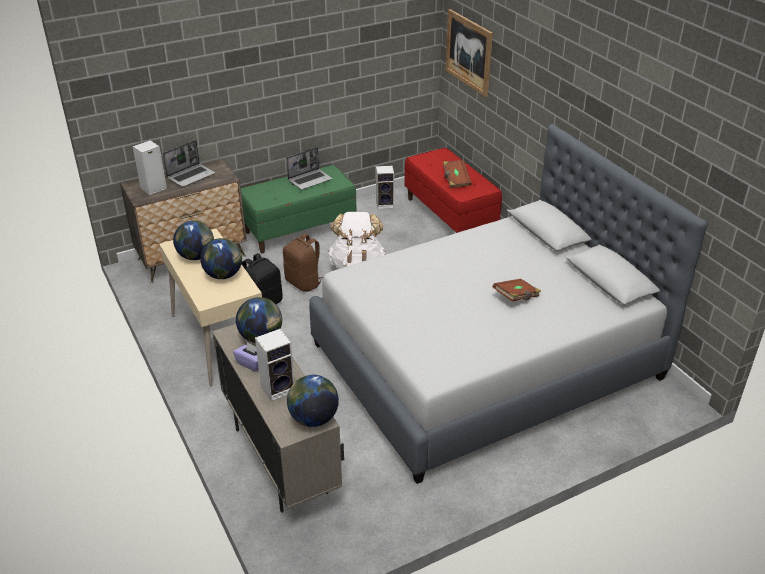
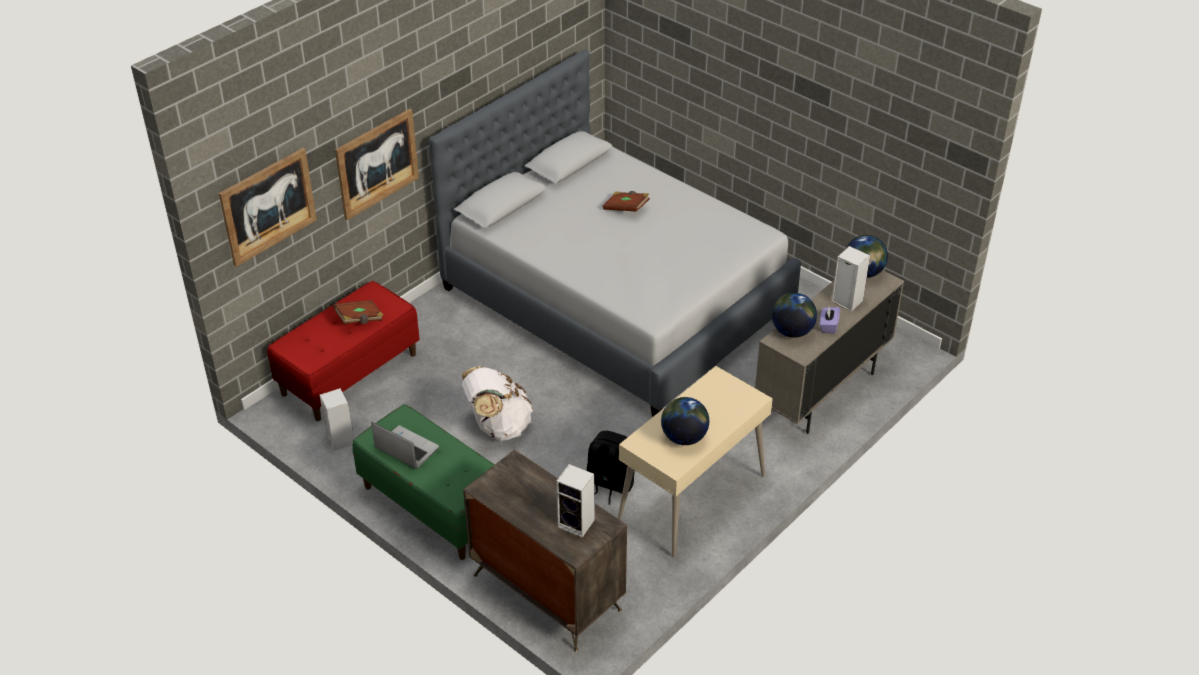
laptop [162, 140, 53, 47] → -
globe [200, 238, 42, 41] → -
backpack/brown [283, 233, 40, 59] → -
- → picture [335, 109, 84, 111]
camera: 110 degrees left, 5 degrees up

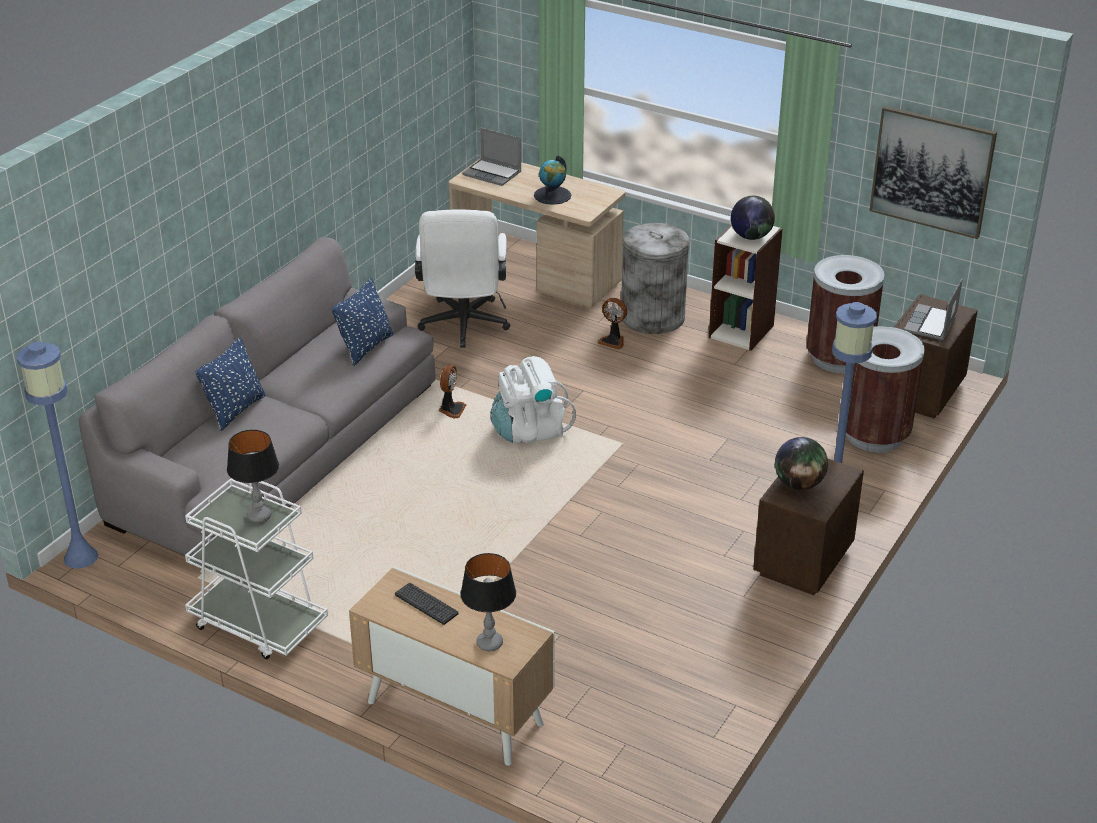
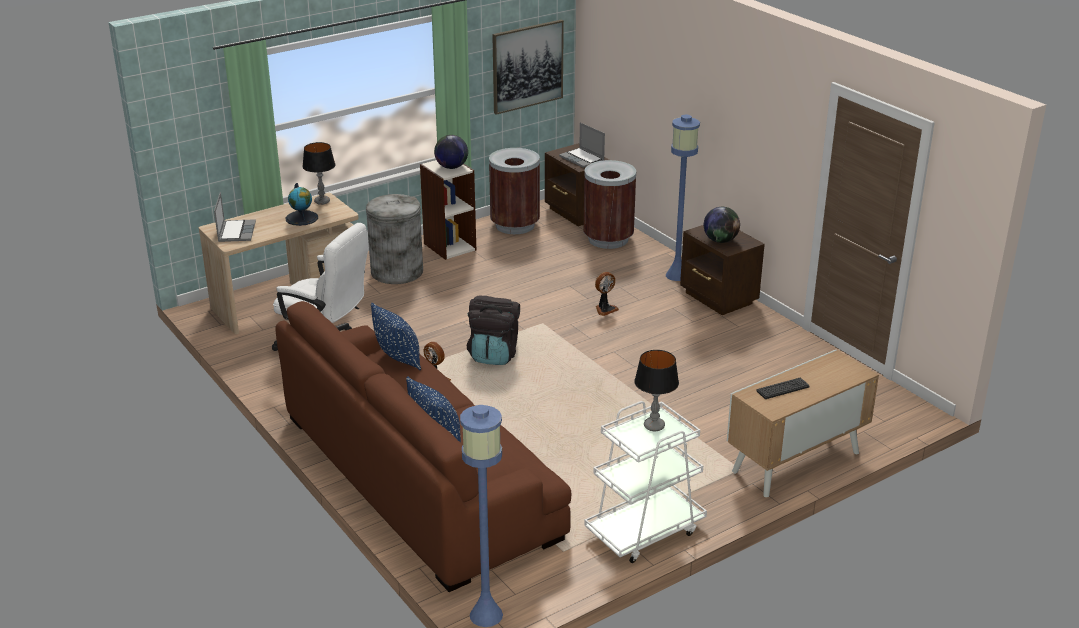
table lamp [460, 553, 56, 98] → table lamp [302, 142, 33, 63], move
fan [597, 298, 30, 52] → fan [595, 272, 24, 44], move
sofa/grey [79, 237, 356, 319] → sofa/brown [275, 301, 296, 291]
backpack/white [490, 356, 86, 88] → backpack/black [467, 295, 53, 70]
laptop [463, 127, 59, 59] → laptop [214, 192, 42, 50], 60 degrees counterclockwise
camera: 65 degrees left, 5 degrees down

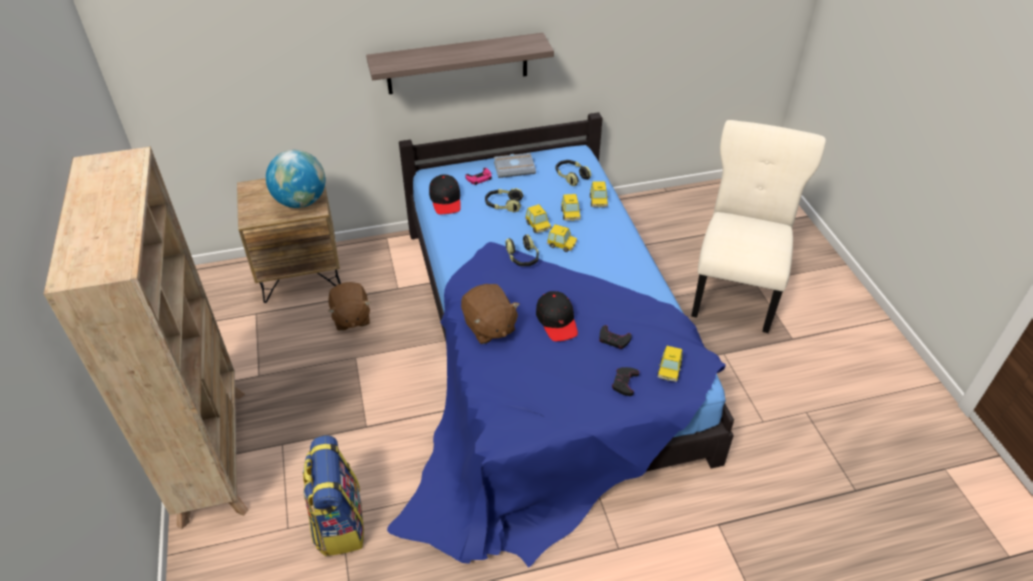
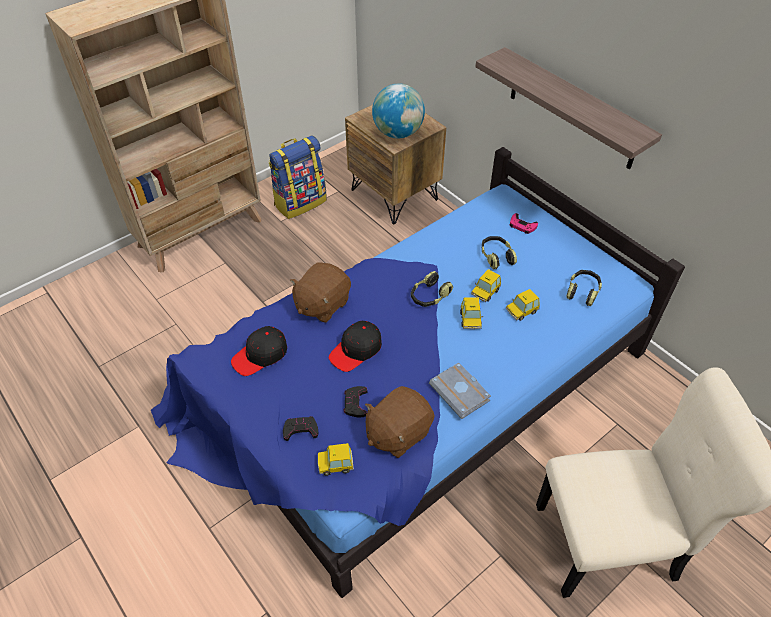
toy car [590, 181, 19, 26] → -
backpack [303, 435, 61, 121] → backpack [269, 135, 58, 84], move
plush toy/brown [328, 282, 43, 49] → plush toy/brown [365, 386, 70, 72], move
cap/black [429, 174, 32, 40] → cap/black [231, 326, 56, 50], move
book/grey [494, 153, 42, 25] → book/grey [429, 362, 62, 57], move
camera: 65 degrees right, 5 degrees up

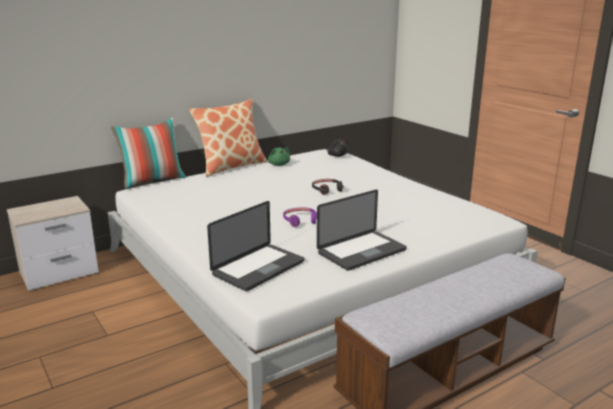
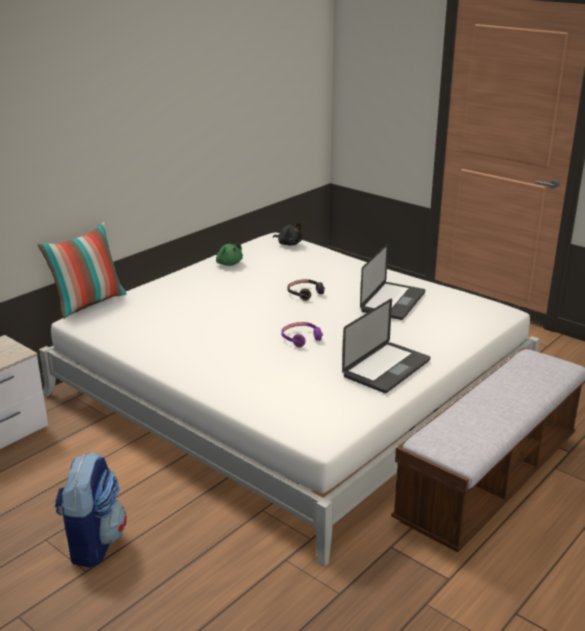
pillow [189, 99, 78, 78] → -
- → backpack [55, 452, 72, 116]
laptop [207, 201, 97, 90] → laptop [360, 243, 65, 77], move
camera: 15 degrees left, 5 degrees up

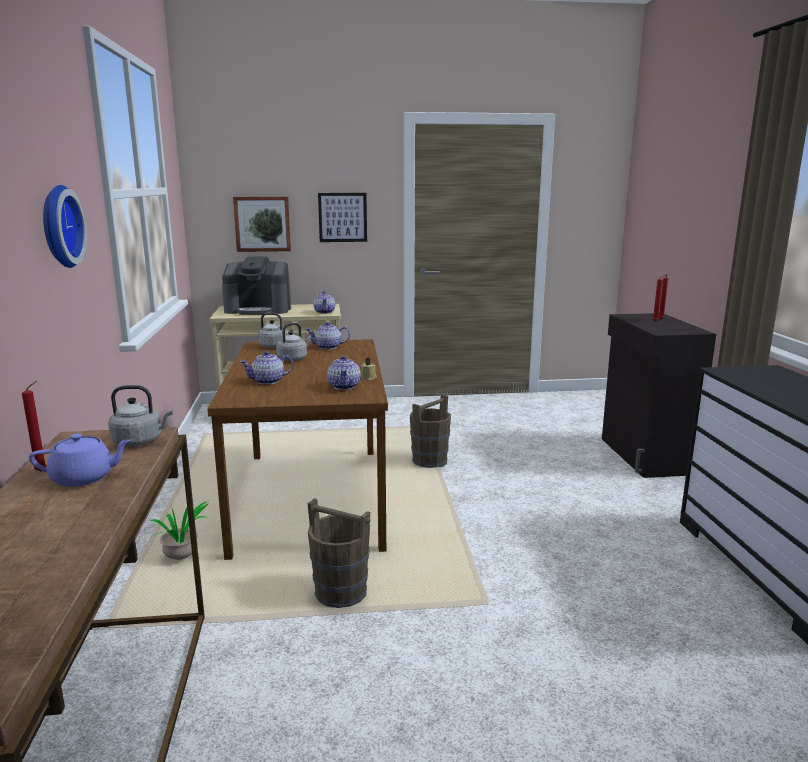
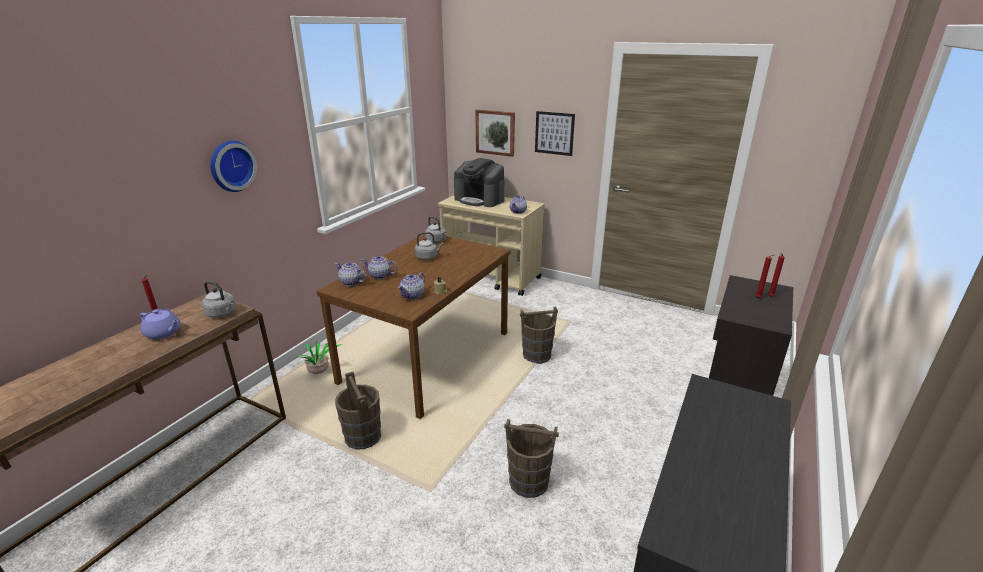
- → bucket/brown [504, 419, 55, 79]
teapot [306, 322, 44, 28] → teapot [335, 262, 31, 24], move
camera: 35 degrees right, 10 degrees up

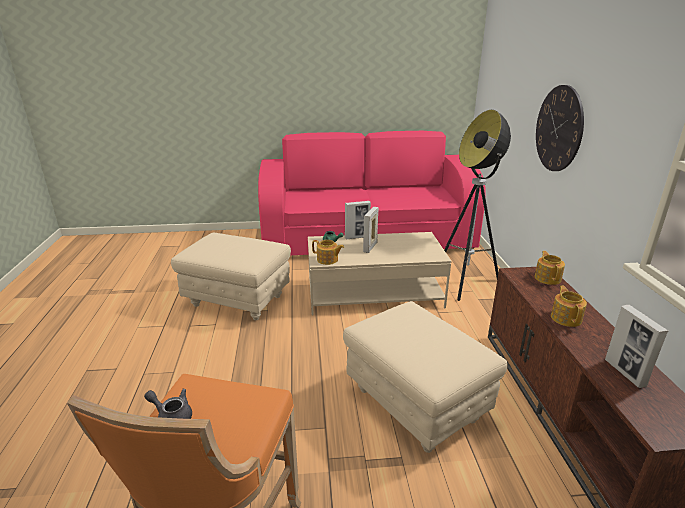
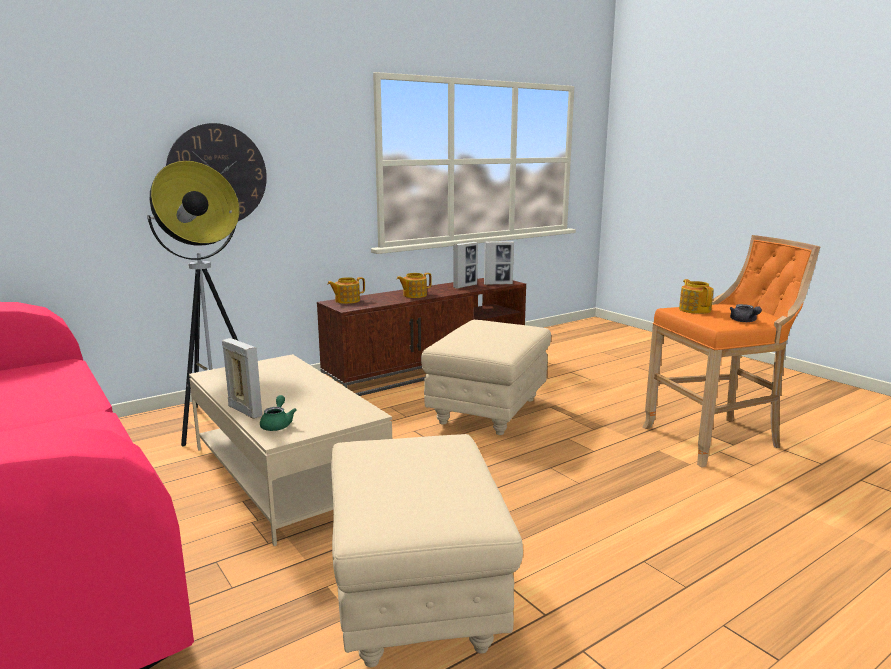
teapot [312, 240, 32, 25] → teapot [679, 279, 35, 35], move
picture frame [363, 207, 16, 46] → picture frame [484, 241, 30, 44], move
camera: 120 degrees left, 10 degrees down

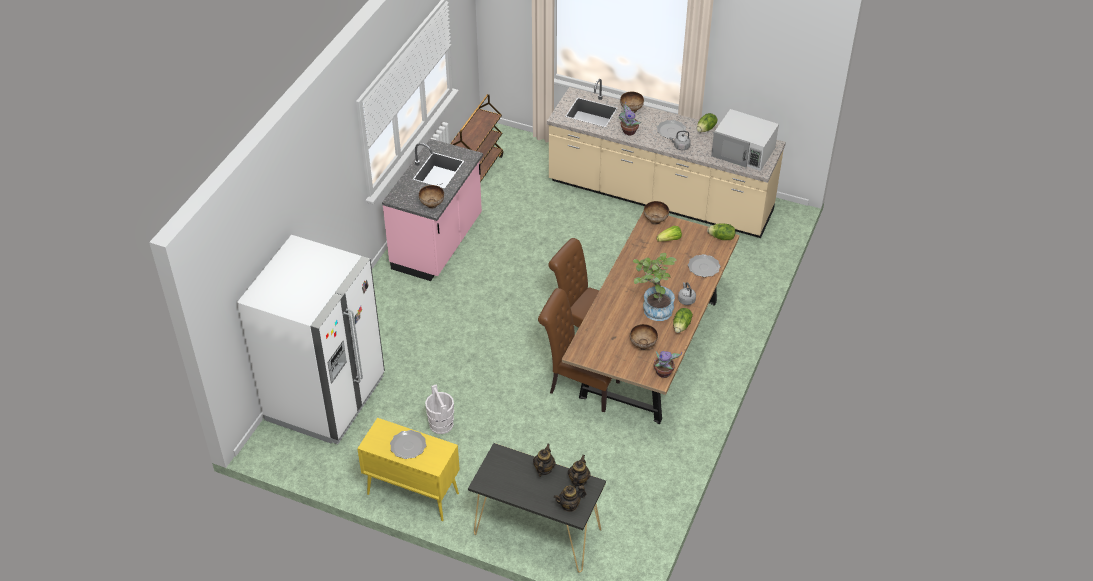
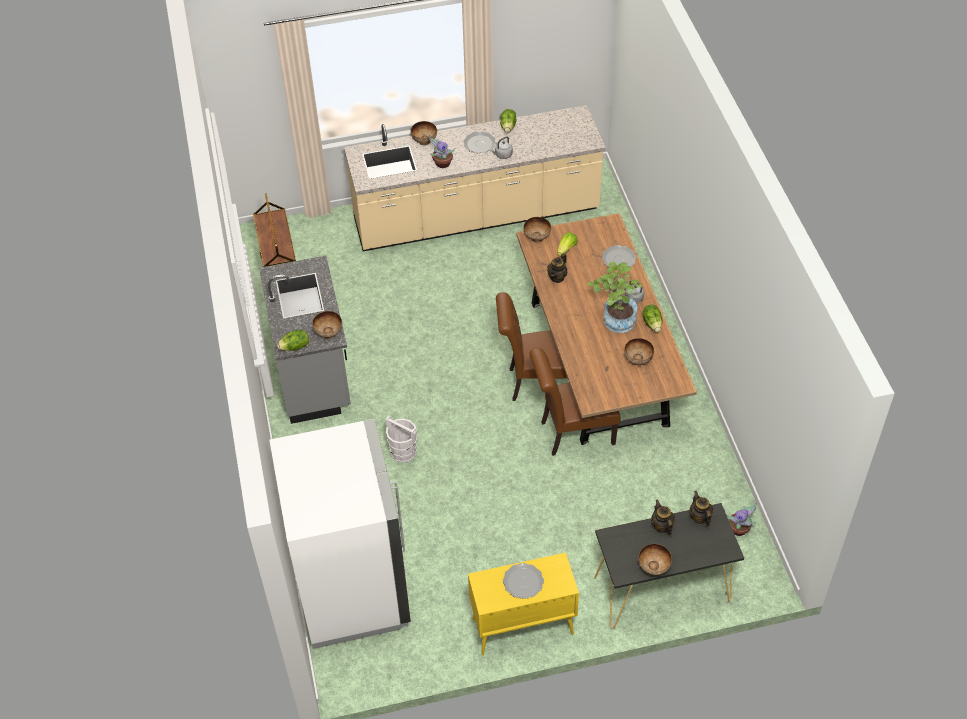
microwave/white [711, 109, 68, 62] → -
- → bowl [638, 544, 34, 31]
bucket/white [425, 384, 29, 50] → bucket/white [385, 415, 32, 48], move
teapot [554, 485, 32, 27] → teapot [547, 253, 21, 30], move
potted plant [654, 351, 28, 27] → potted plant [726, 503, 31, 33], move
lettuce [707, 223, 29, 17] → lettuce [277, 330, 32, 21], move
counter/pink [382, 139, 101, 142] → counter/grey [259, 256, 92, 168]
camera: 35 degrees left, 5 degrees up

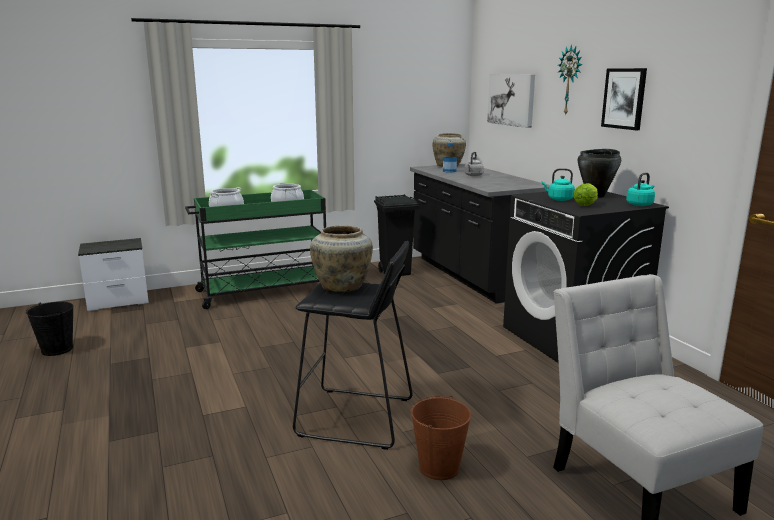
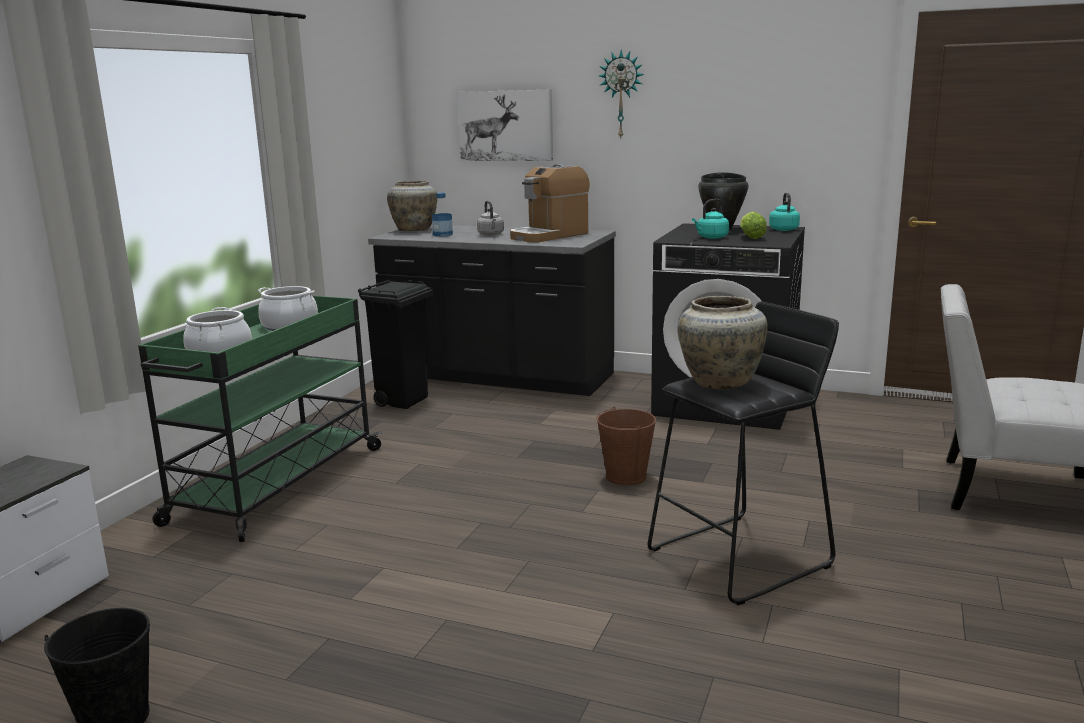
picture [601, 68, 46, 62] → -
- → coffee machine [510, 164, 80, 78]
bucket/brown [410, 396, 61, 84] → bucket/brown [596, 407, 60, 78], move
camera: 45 degrees left, 0 degrees up

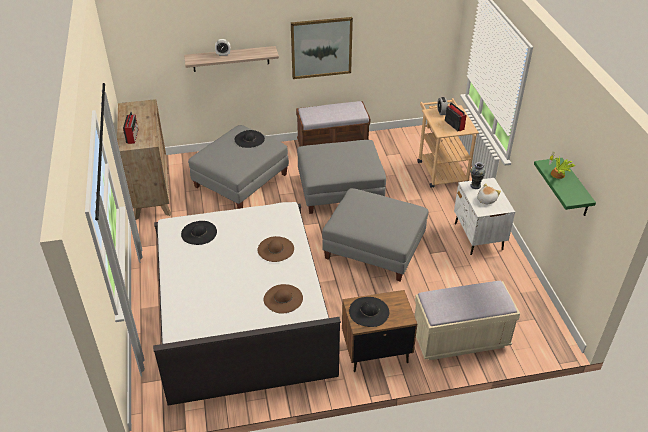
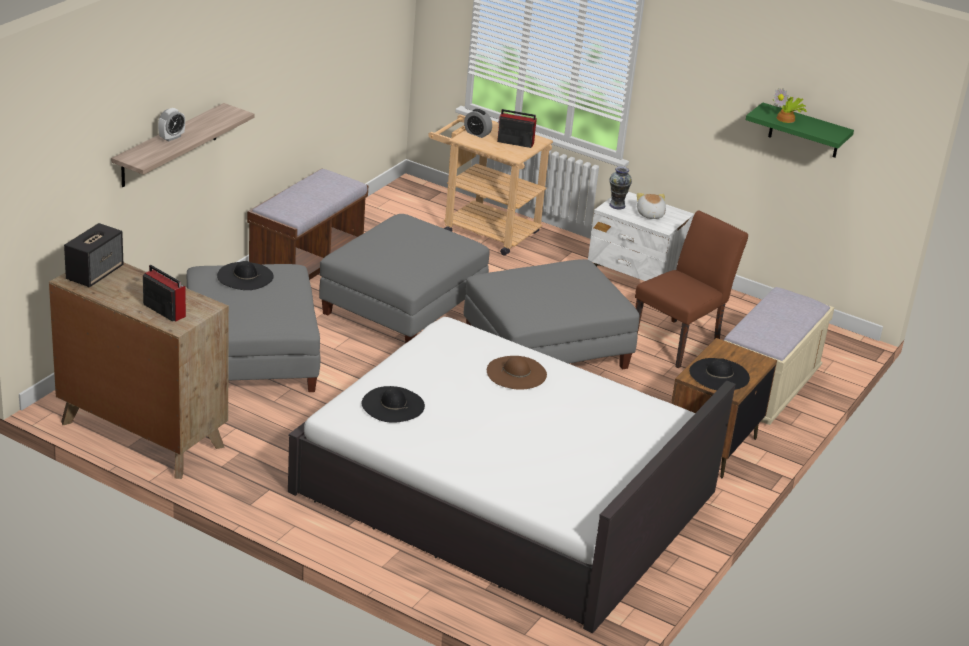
hat/brown [264, 284, 39, 30] → -
picture [291, 17, 62, 62] → -
- → speaker [64, 223, 59, 64]
- → chair/brown [635, 210, 113, 158]
camera: 50 degrees left, 10 degrees down

